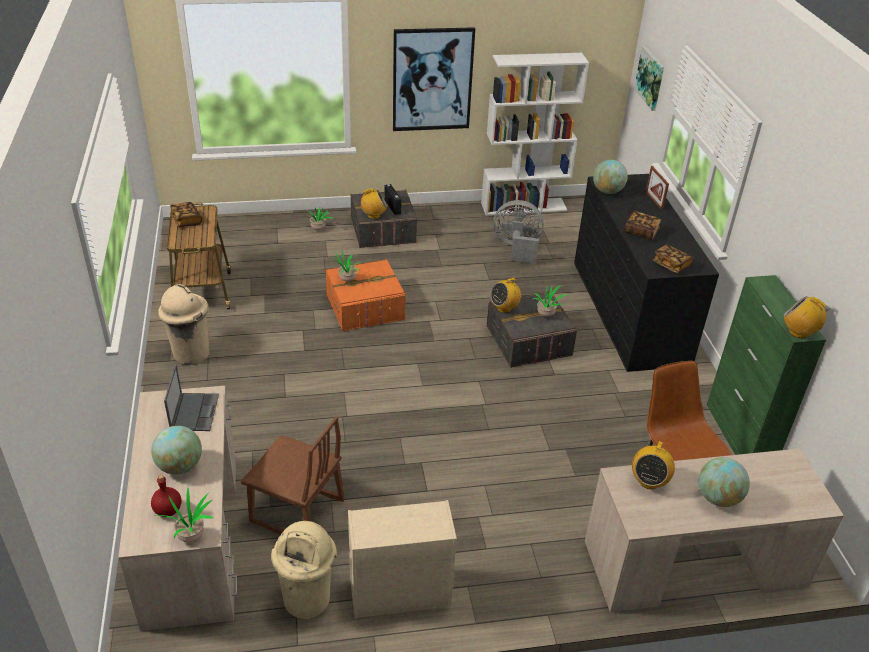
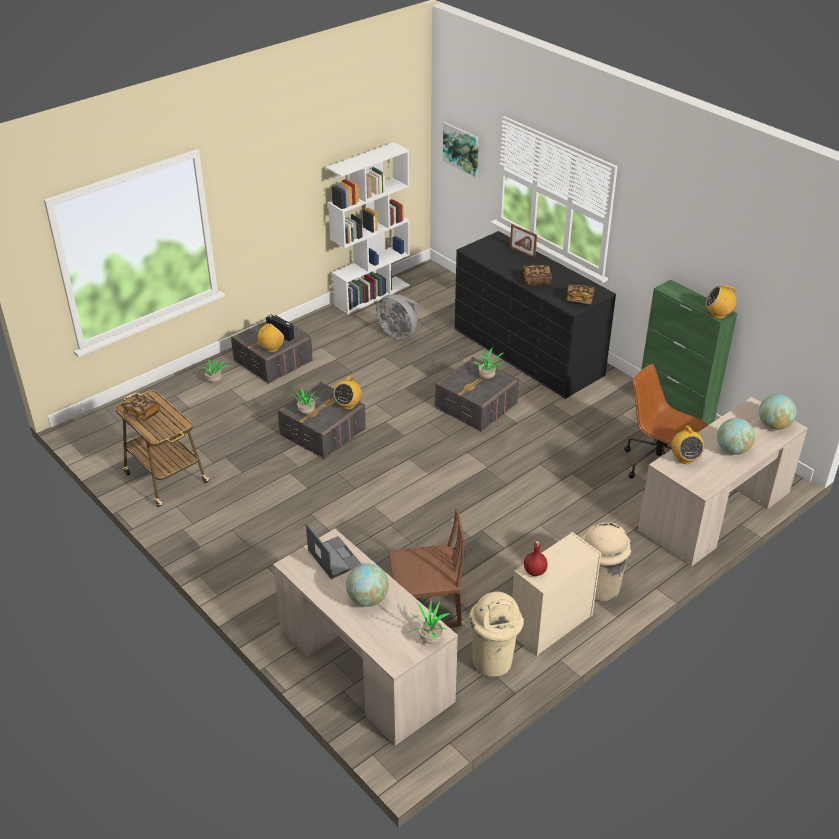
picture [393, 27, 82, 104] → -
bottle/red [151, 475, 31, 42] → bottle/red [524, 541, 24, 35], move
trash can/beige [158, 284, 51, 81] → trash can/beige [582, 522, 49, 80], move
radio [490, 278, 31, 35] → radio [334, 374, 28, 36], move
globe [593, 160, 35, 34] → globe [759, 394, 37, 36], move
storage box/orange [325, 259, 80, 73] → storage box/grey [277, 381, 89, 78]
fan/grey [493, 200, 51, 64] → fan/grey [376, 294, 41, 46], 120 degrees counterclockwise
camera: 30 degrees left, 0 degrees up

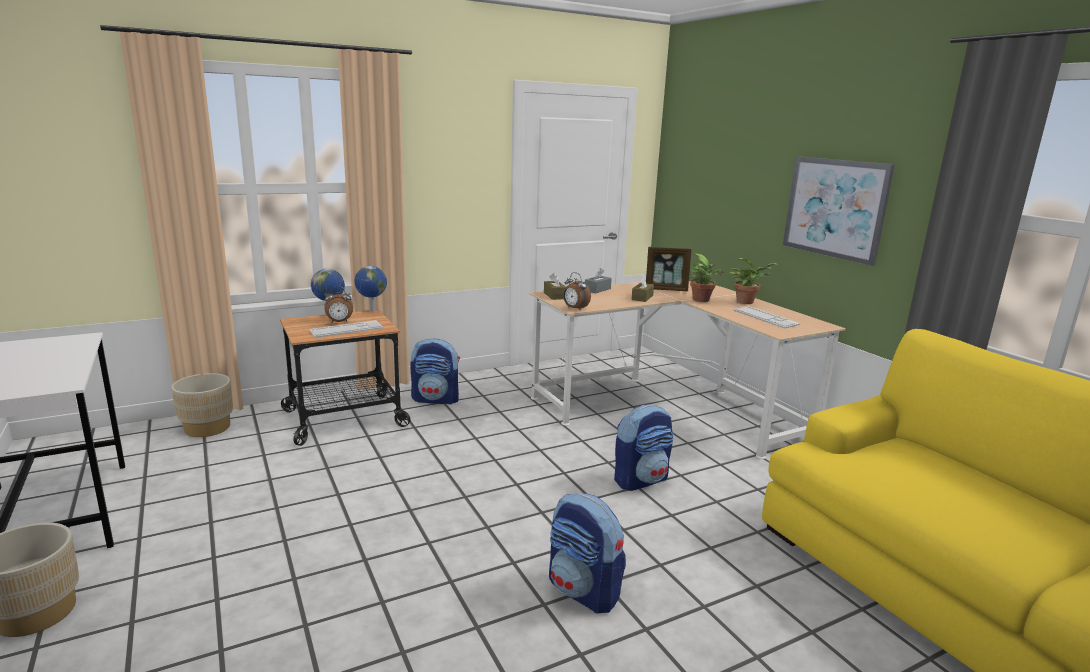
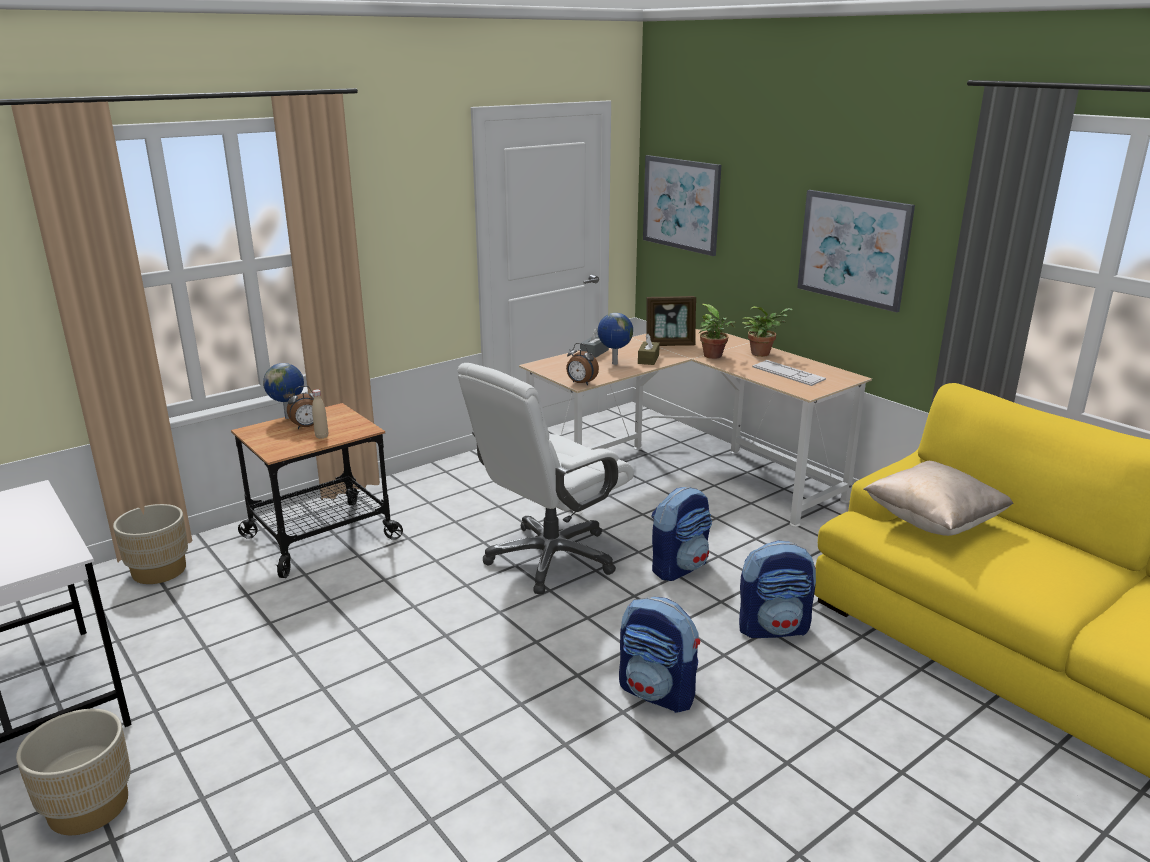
tissue box/brown [544, 273, 22, 27] → -
- → office chair/white [458, 363, 176, 231]
- → picture [643, 155, 78, 101]
- → pillow/beige [863, 461, 150, 75]
globe [354, 266, 33, 46] → globe [598, 313, 35, 52], move
backpack [410, 338, 50, 67] → backpack [739, 540, 77, 98], move
keyboard [309, 320, 75, 18] → bottle/beige [312, 389, 16, 50]
camera: 10 degrees left, 5 degrees up

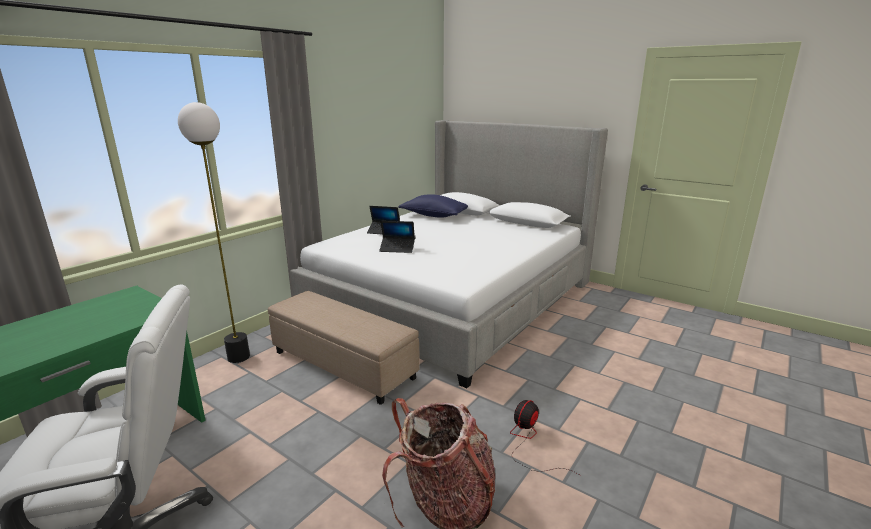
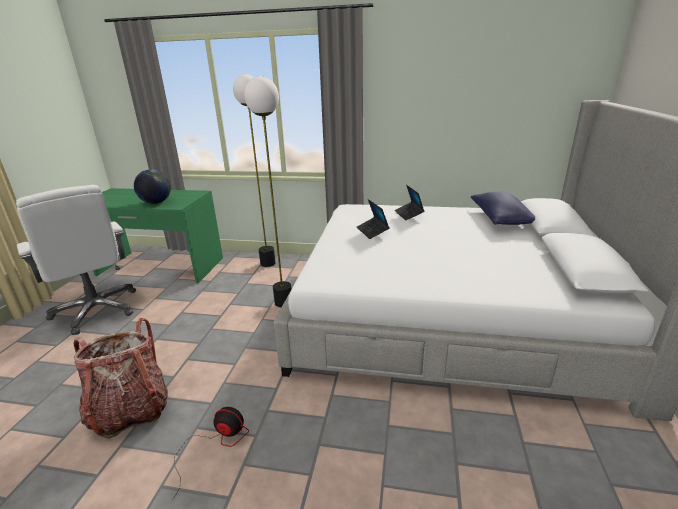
- → globe [134, 169, 37, 35]
ottoman/beige [268, 291, 152, 114] → floor lamp [244, 76, 48, 231]
camera: 65 degrees right, 5 degrees up

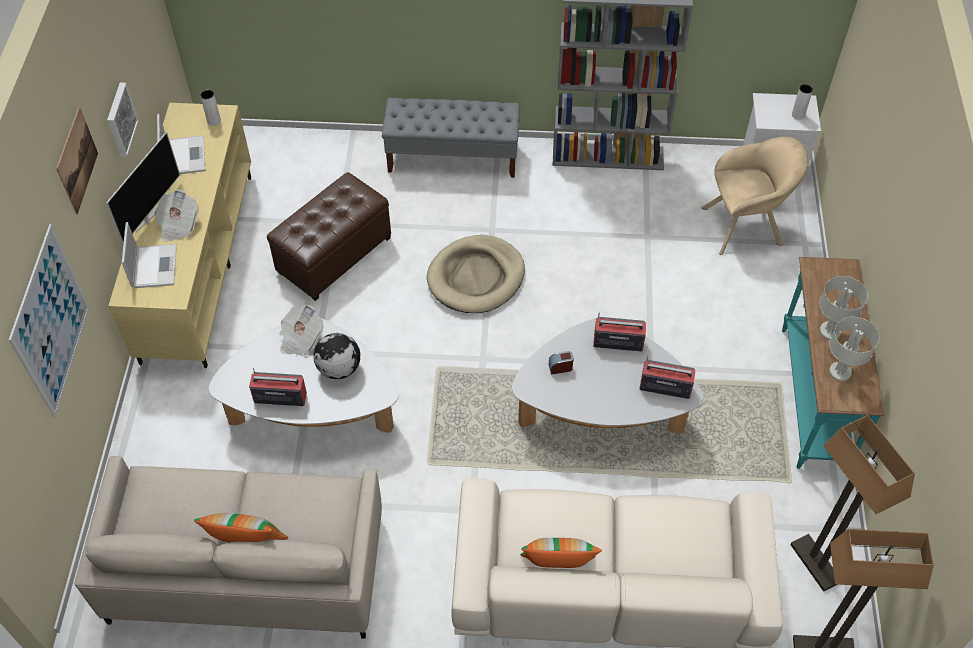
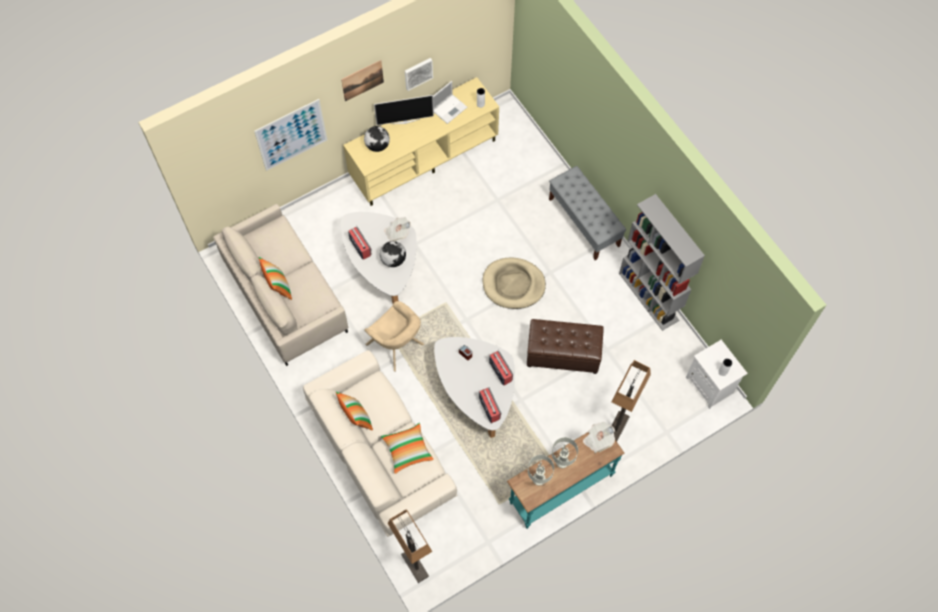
- → pillow [381, 423, 53, 51]
newspaper [155, 190, 44, 52] → newspaper [583, 422, 32, 31], move
ottoman/brown [267, 172, 124, 129] → ottoman/brown [527, 319, 77, 55], move
armchair/beige [701, 137, 107, 118] → armchair/beige [364, 301, 60, 71], move
floor lamp [790, 415, 125, 177] → floor lamp [611, 360, 40, 81], move
laptop [122, 222, 55, 66] → globe [364, 126, 26, 26]
camera: 55 degrees right, 10 degrees up

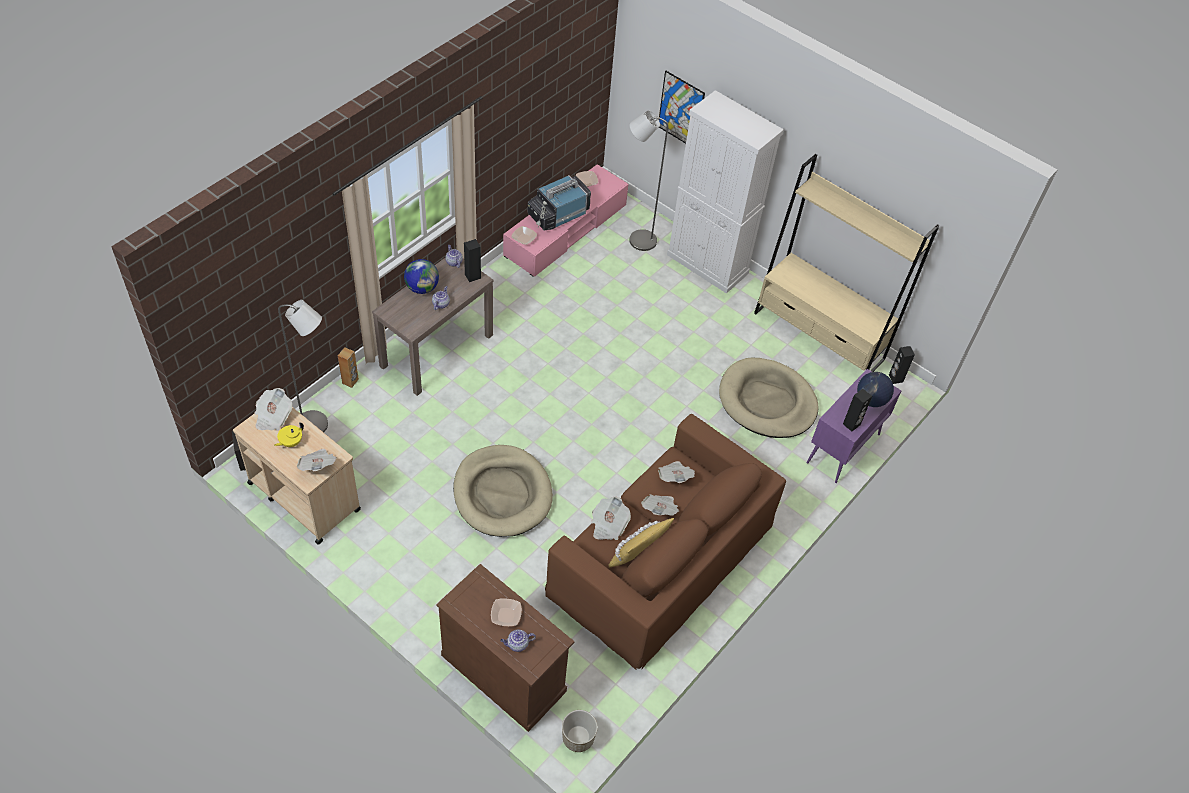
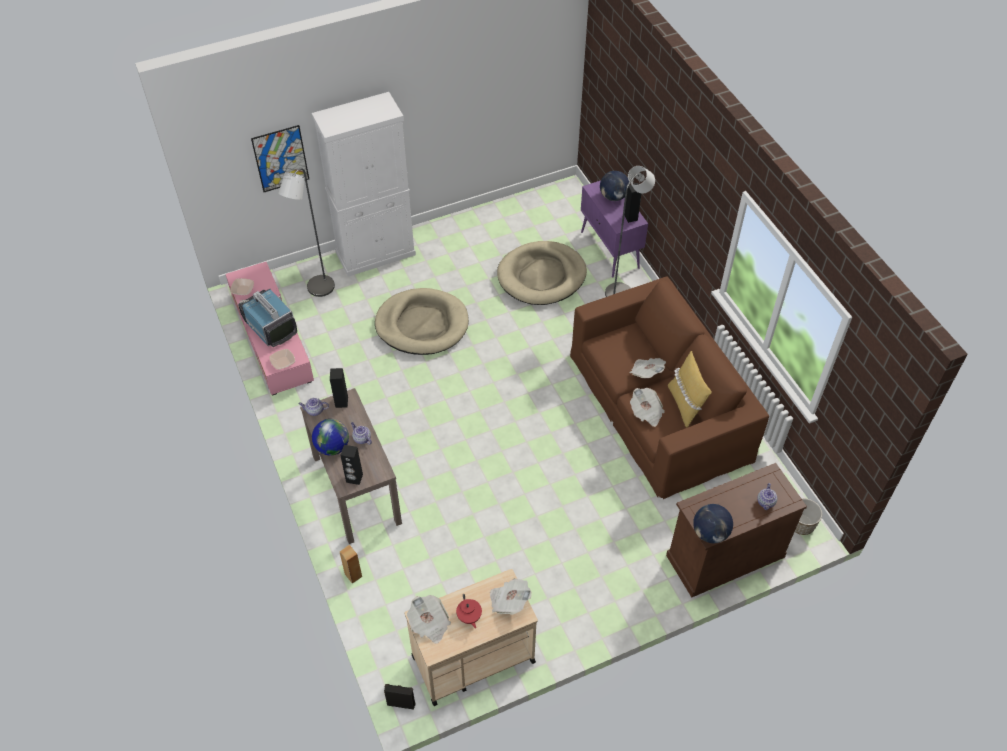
bowl [491, 598, 31, 28] → -
newspaper [658, 461, 37, 22] → -
bookcase/beige [754, 154, 185, 218] → -
- → globe [693, 504, 40, 39]
floor lamp/grey [278, 300, 50, 132] → floor lamp/grey [605, 166, 50, 131], move
dog bed/beige [453, 445, 100, 92] → dog bed/beige [375, 288, 94, 67], move
speaker/black [889, 346, 26, 38] → speaker/black [340, 445, 23, 40], move
teapot/yellow [274, 422, 30, 25] → teapot/red [456, 594, 26, 35]
television [527, 175, 64, 55] → television [238, 289, 59, 58], 150 degrees clockwise
camera: 60 degrees left, 0 degrees up

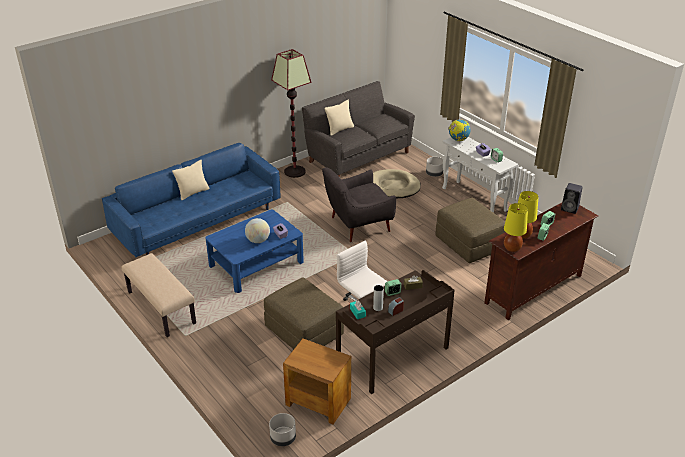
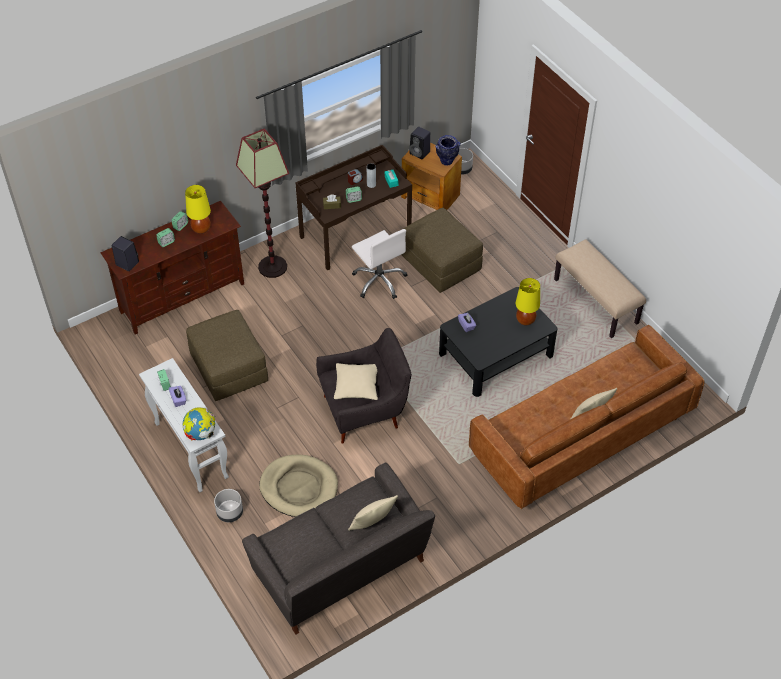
globe [245, 218, 25, 25] → -
- → pillow/beige [334, 363, 44, 37]
- → speaker/black [409, 127, 21, 32]
- → vase [435, 135, 26, 31]
floor lamp [271, 49, 40, 129] → floor lamp [236, 129, 53, 149], move
table lamp/yellow [504, 203, 24, 49] → table lamp/yellow [516, 278, 24, 47], move
sofa/blue [102, 143, 179, 114] → sofa/brown [469, 325, 236, 184]
coffee table/blue [206, 210, 98, 83] → coffee table/black [439, 287, 119, 110]
camera: 175 degrees left, 15 degrees up

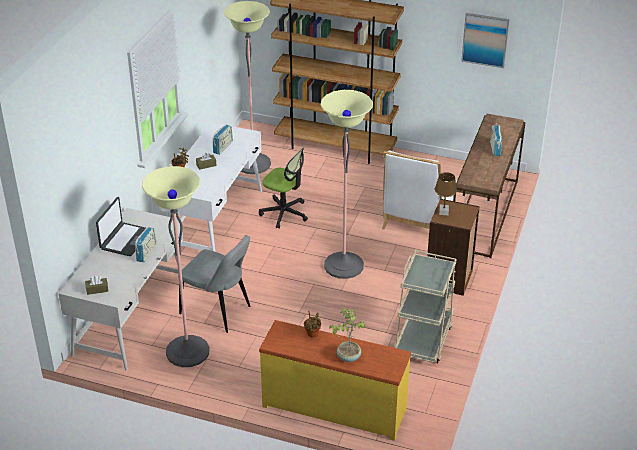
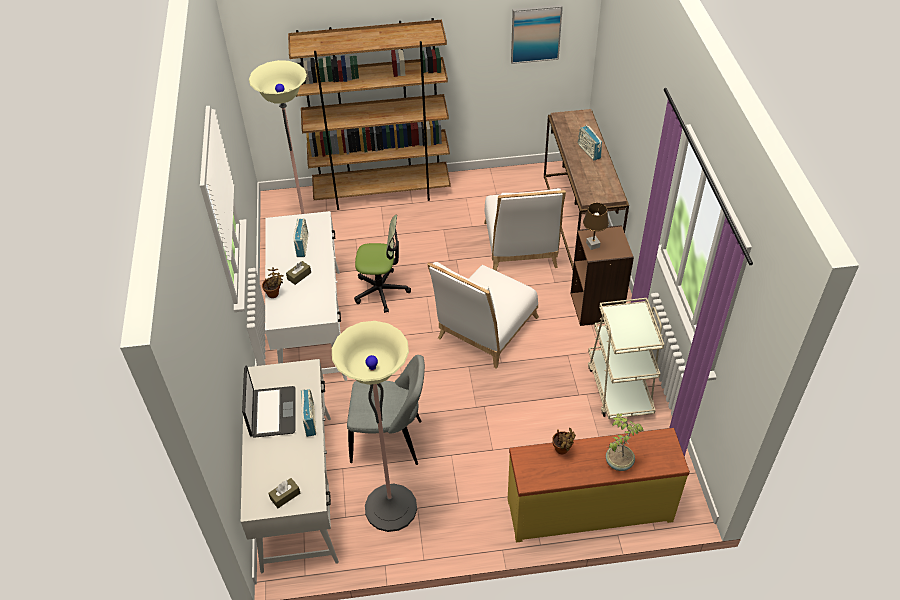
floor lamp [321, 90, 52, 189] → chair/white [427, 262, 112, 106]
camera: 25 degrees left, 10 degrees up

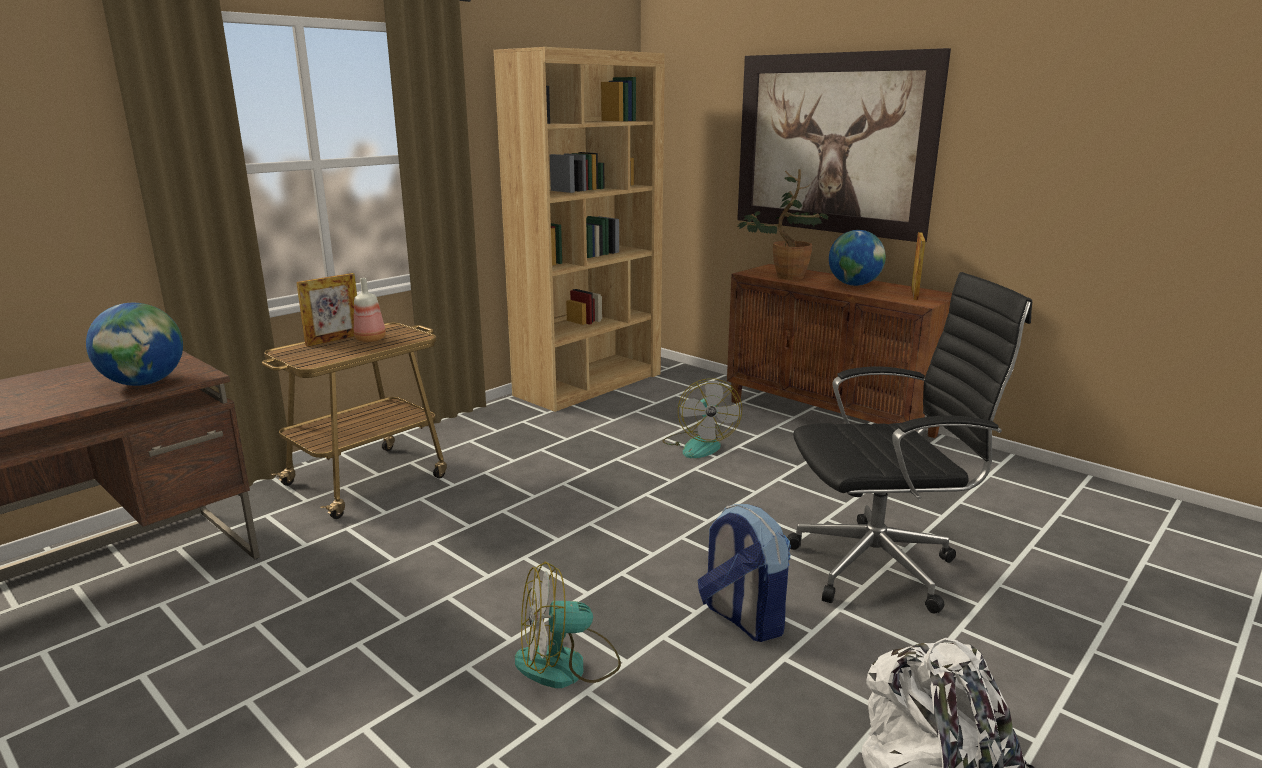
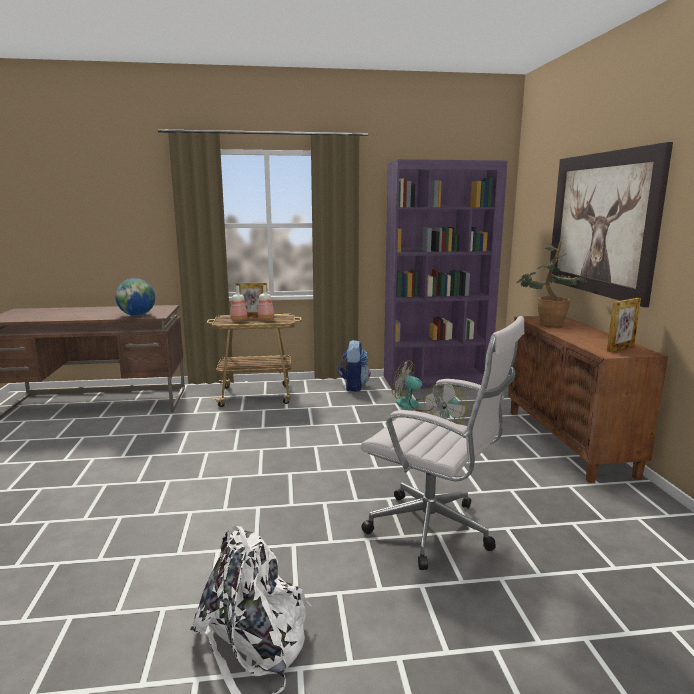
globe [829, 230, 57, 56] → -
- → bottle [230, 286, 17, 35]
fan [515, 562, 106, 126] → fan [392, 360, 42, 51], move
backpack [698, 504, 93, 138] → backpack [338, 340, 33, 52], move
bookcase/brown [493, 47, 172, 365] → bookcase/purple [384, 159, 124, 231]
office chair/black [787, 272, 245, 342] → office chair/white [361, 316, 163, 254]
camera: 40 degrees right, 5 degrees down

